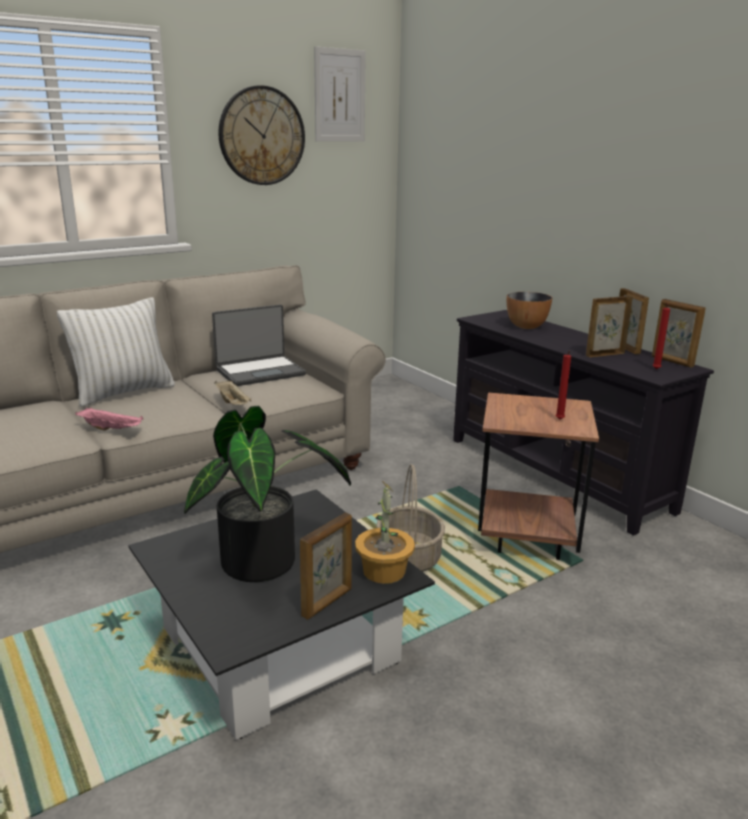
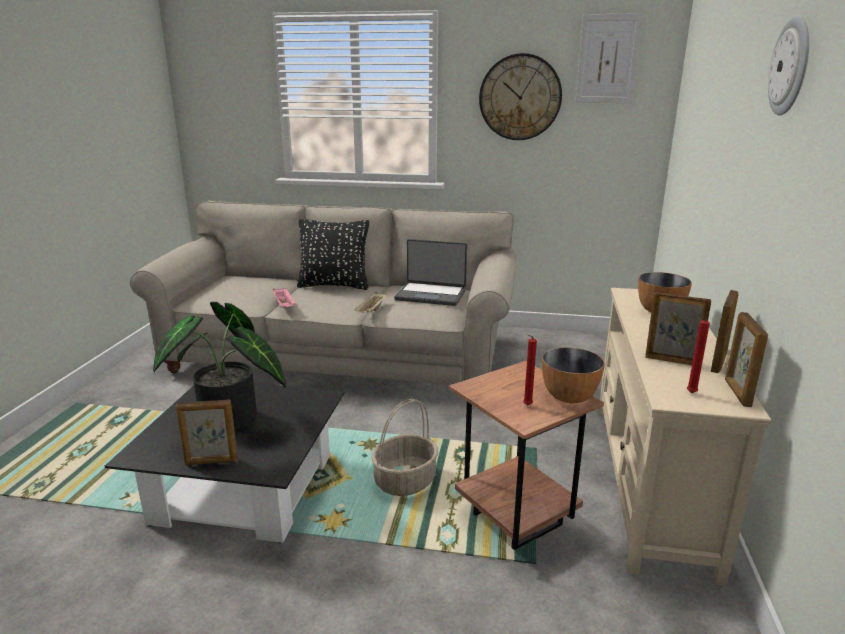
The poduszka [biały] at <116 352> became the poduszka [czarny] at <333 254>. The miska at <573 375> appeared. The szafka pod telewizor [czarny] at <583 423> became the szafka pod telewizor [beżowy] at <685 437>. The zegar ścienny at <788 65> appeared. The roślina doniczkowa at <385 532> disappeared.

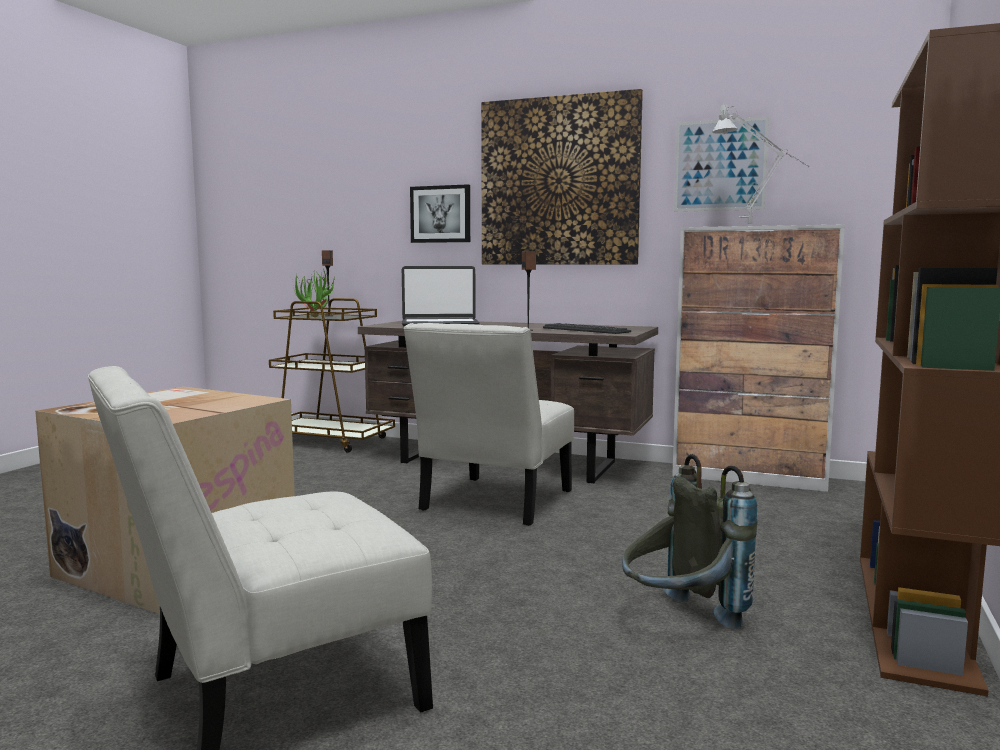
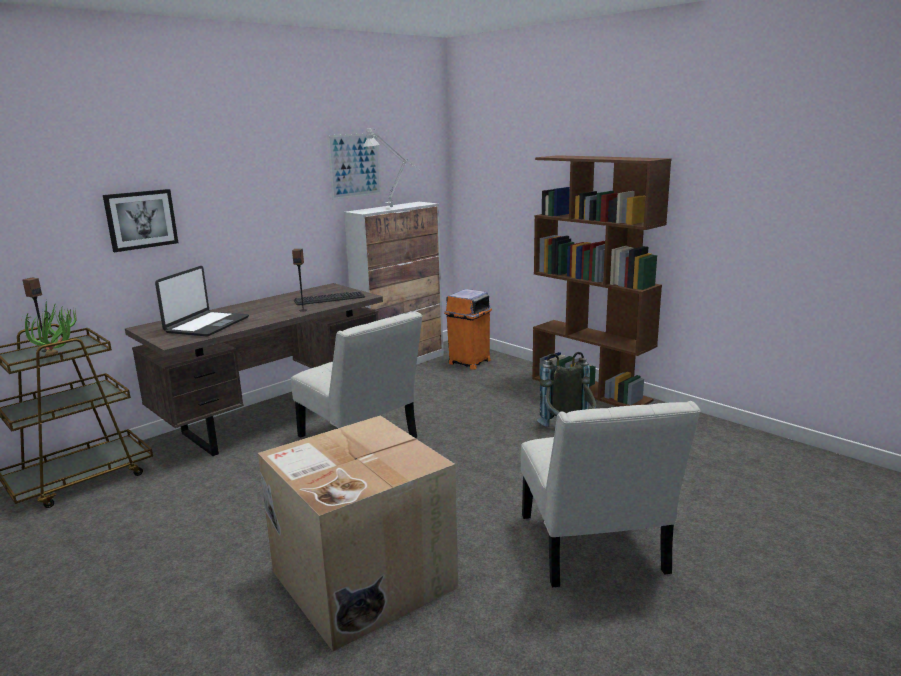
The kosz na śmieci [pomarańczowy] at <468 329> appeared. The obraz at <562 177> disappeared.

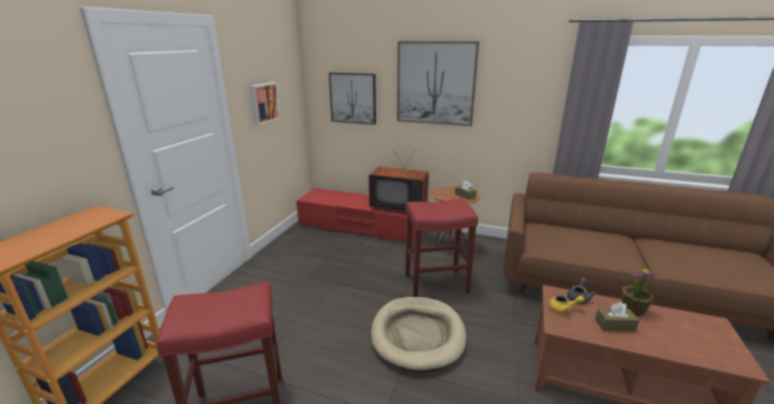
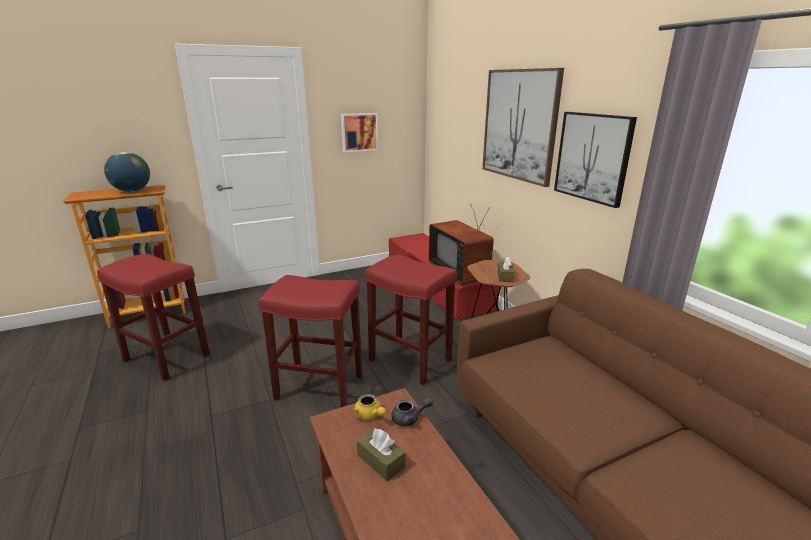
The globus at <127 172> appeared. The legowisko [beżowy] at <418 334> was replaced by the stołek [czerwony] at <310 341>. The obraz moved from <352 99> to <595 160>. The roślina doniczkowa at <640 292> disappeared.

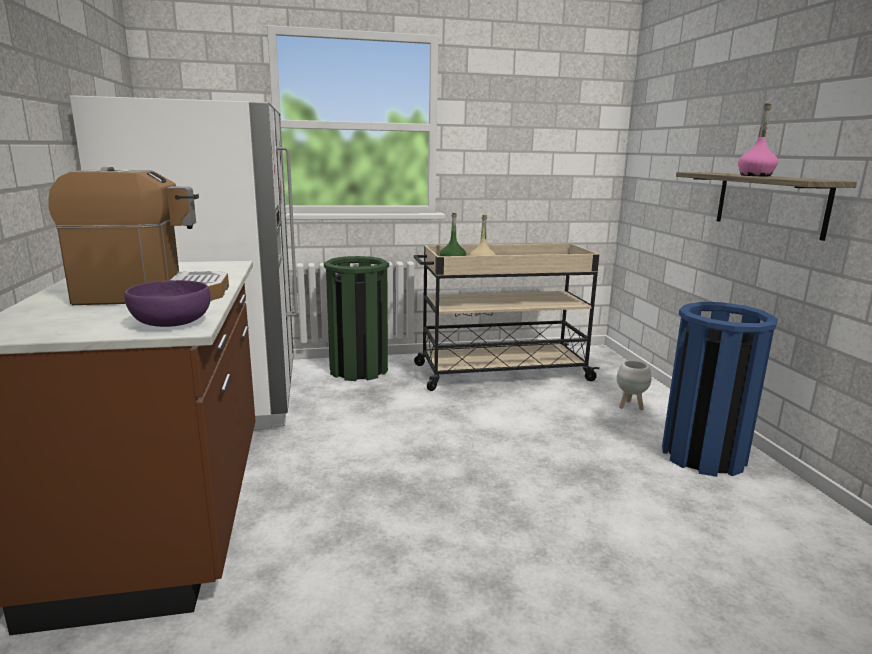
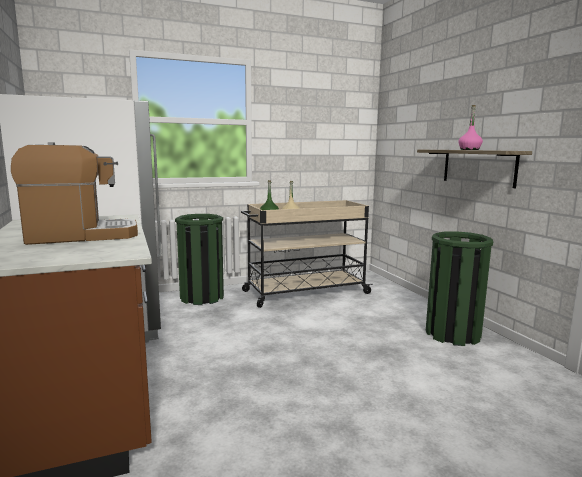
The kosz na śmieci [niebieski] at <720 389> became the kosz na śmieci [zielony] at <459 288>. The miska [fioletowy] at <167 303> disappeared. The donica [biały] at <634 385> disappeared.

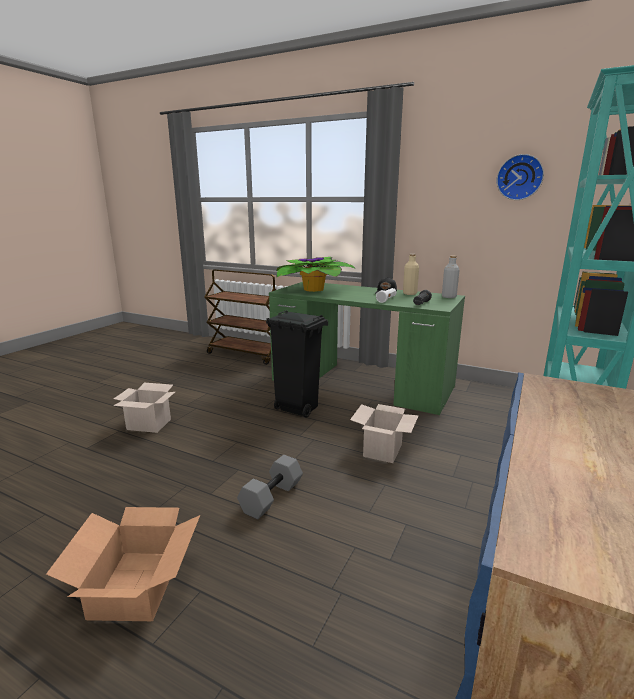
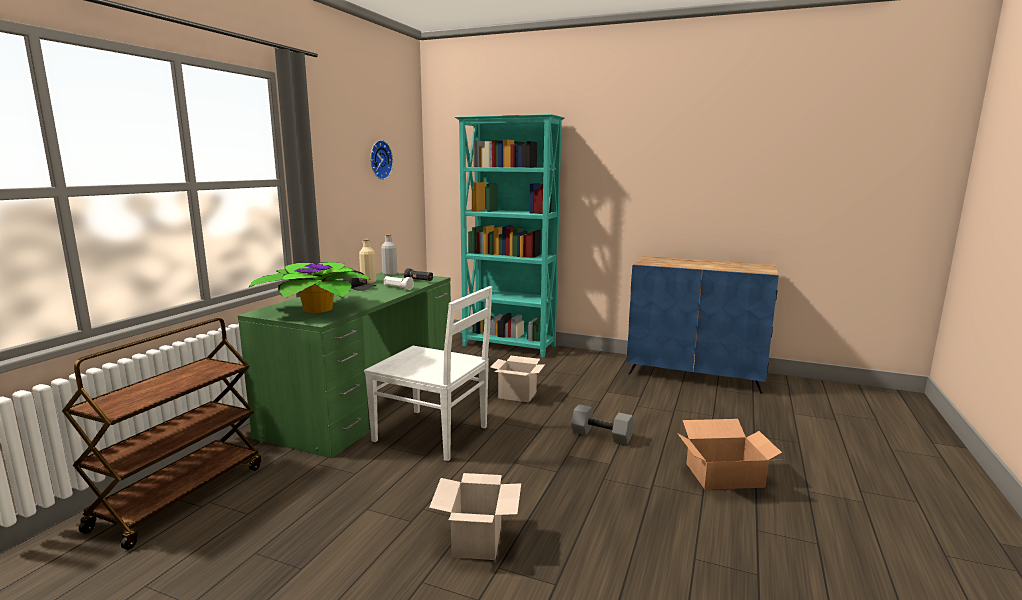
The kosz na śmieci [czarny] at <297 364> was replaced by the krzesło [biały] at <428 373>.

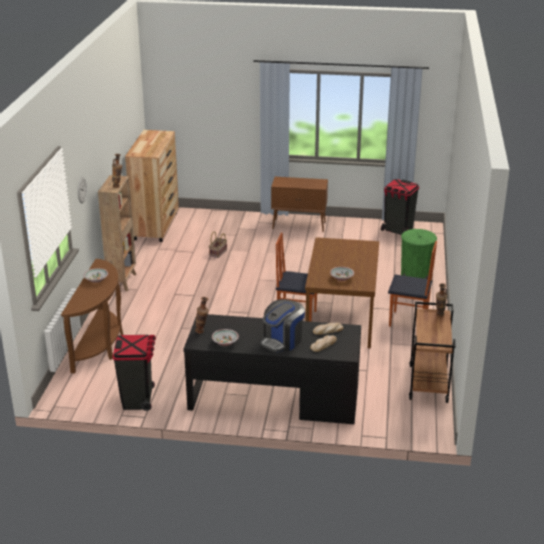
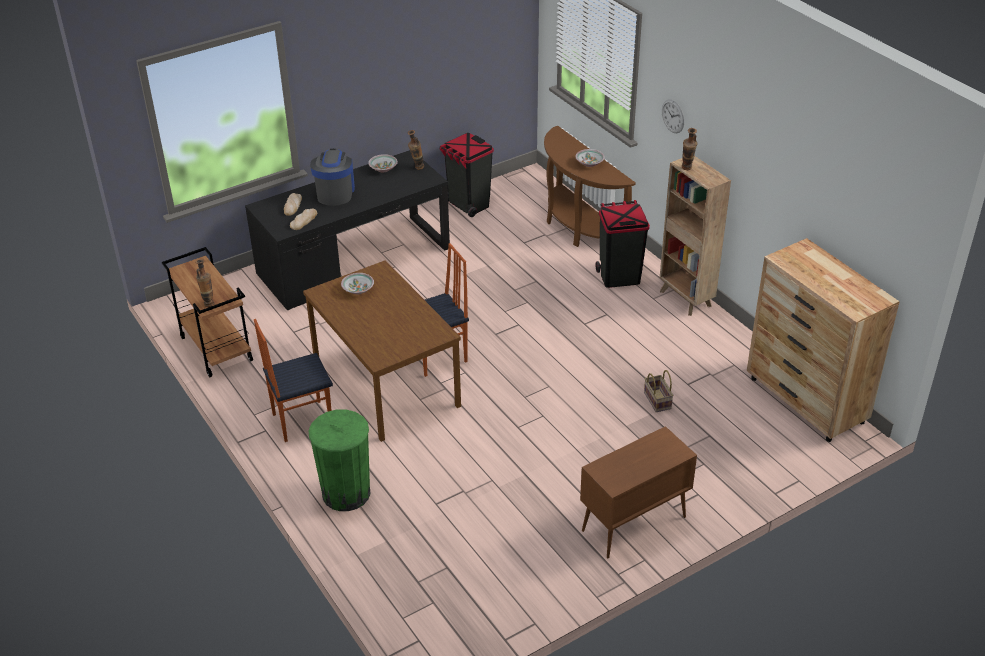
The kosz na śmieci [czarny] moved from <400 207> to <623 244>.

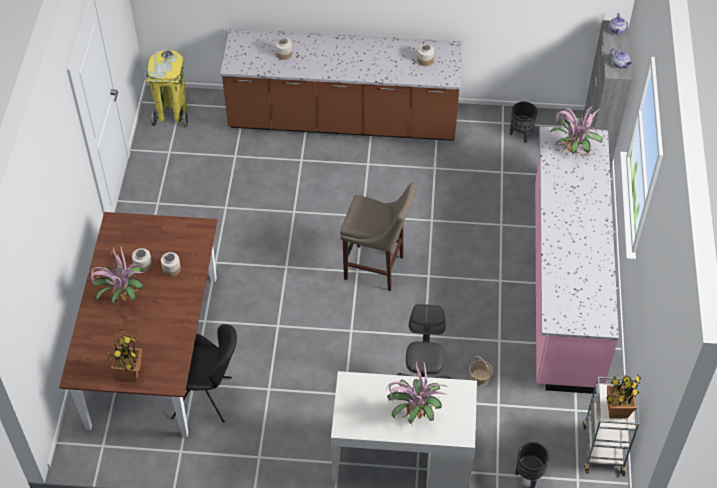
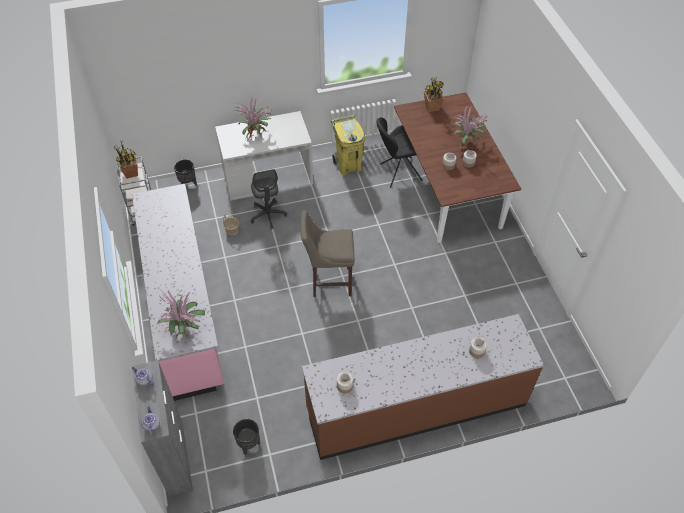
The kosz na śmieci [żółty] moved from <166 89> to <348 145>.

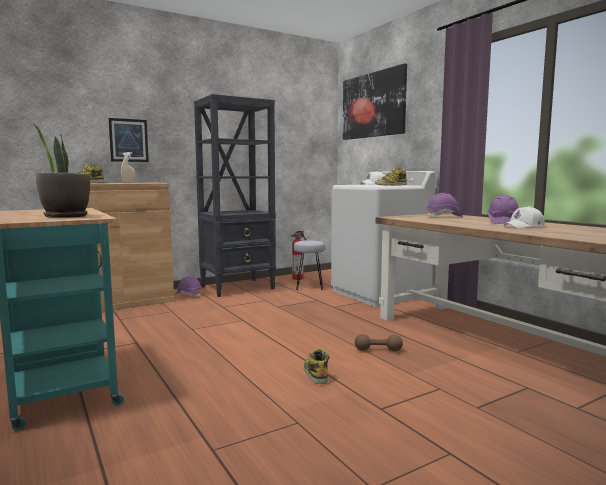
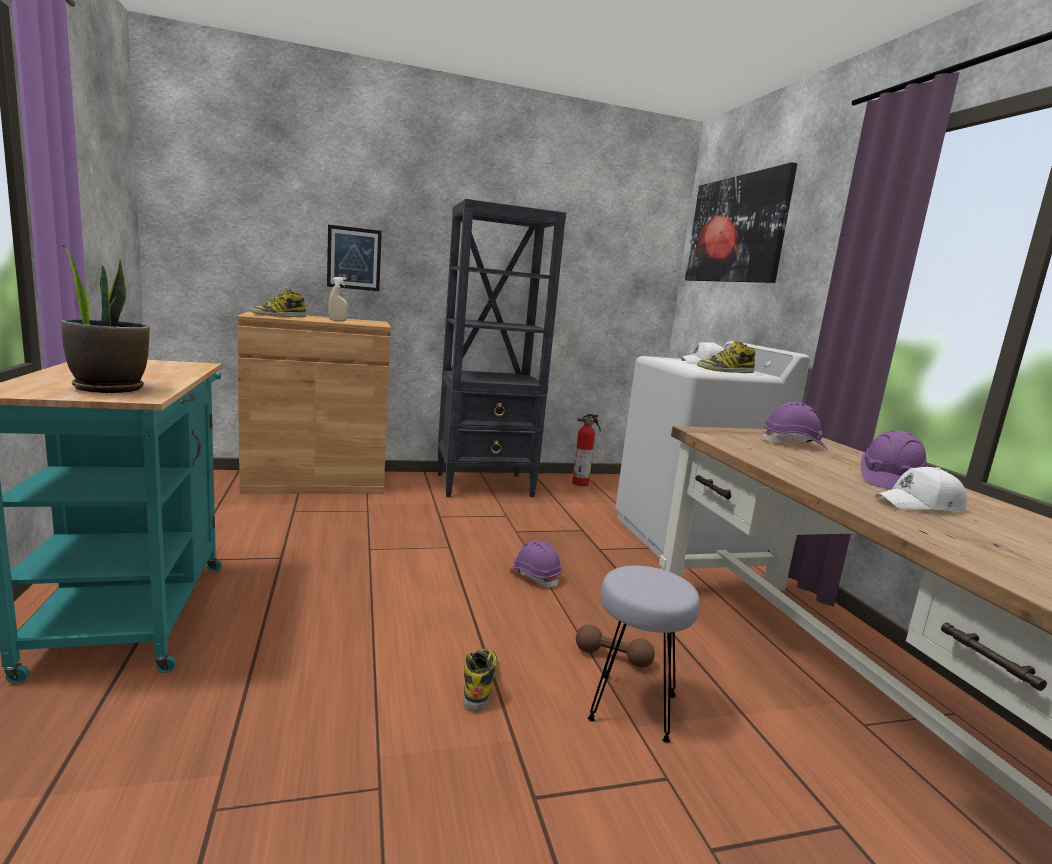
The kask [fioletowy] moved from <188 286> to <535 564>. The stołek [szary] moved from <309 265> to <644 654>.

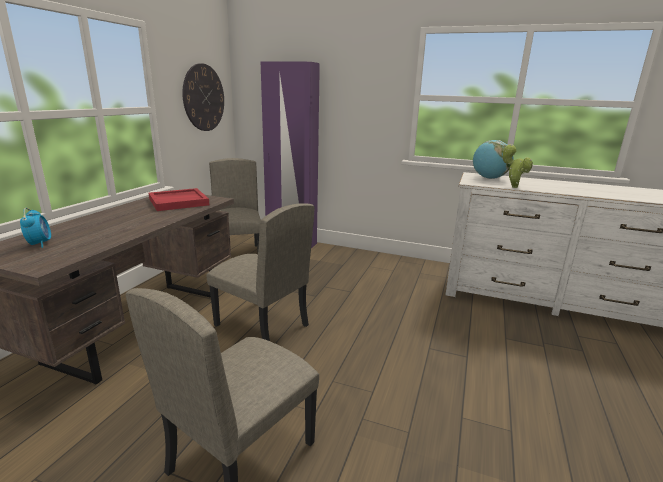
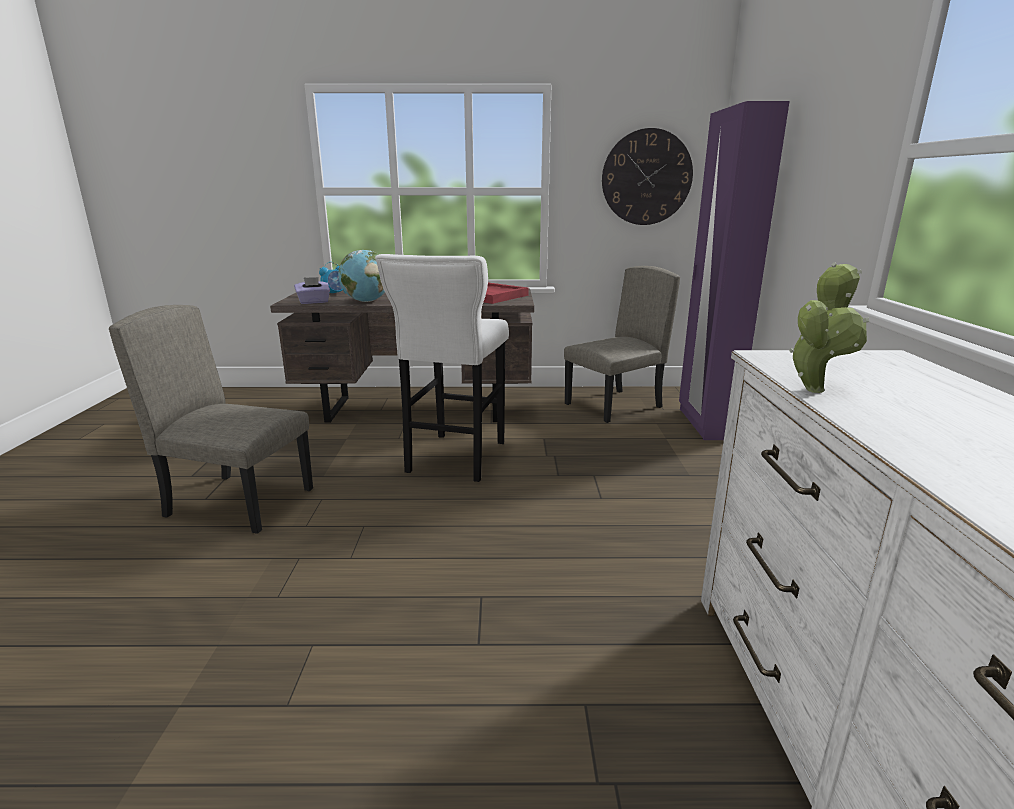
The pudełko chusteczek [fioletowy] at <312 290> appeared. The globus moved from <493 159> to <361 276>. The krzesło [beżowy] at <260 272> was replaced by the stołek [biały] at <442 368>.

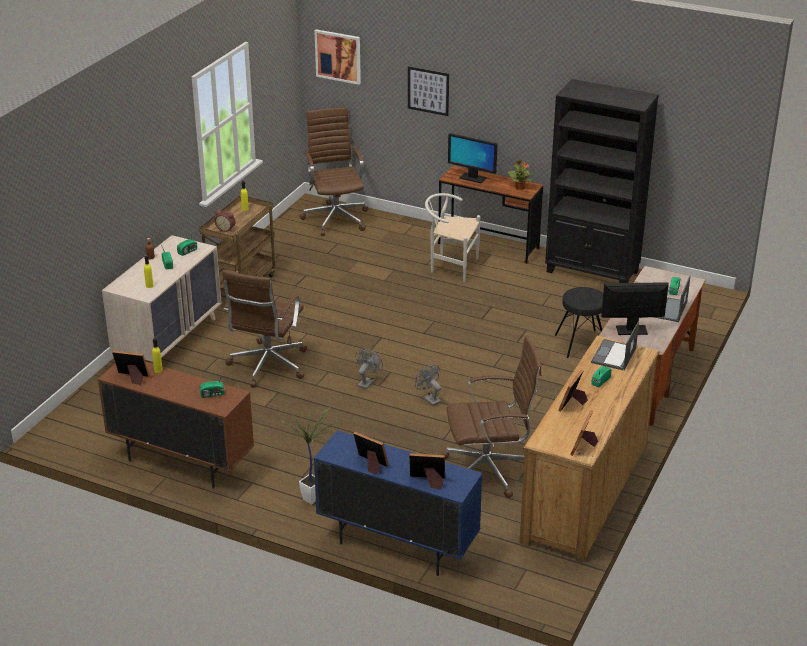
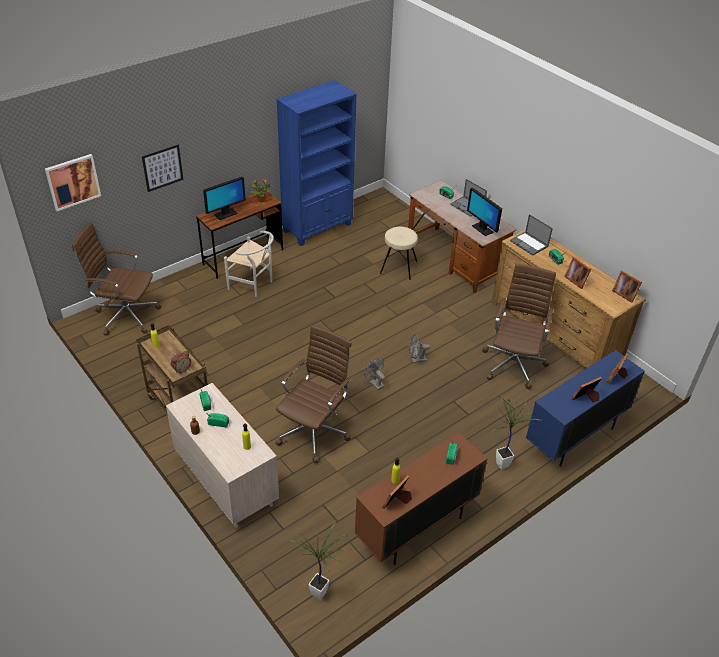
The krzesło [biały] at <452 237> turned 105 degrees counterclockwise. The krzesło biurowe [brązowy] at <265 328> turned 105 degrees counterclockwise. The regał [czarny] at <602 181> became the regał [niebieski] at <317 163>. The roślina doniczkowa at <319 560> appeared. The stołek [czarny] at <579 322> became the stołek [beżowy] at <398 253>. The monitor at <635 308> turned 60 degrees counterclockwise.

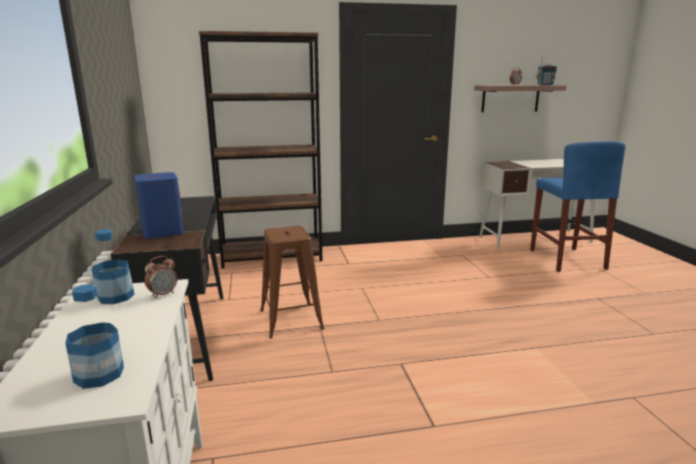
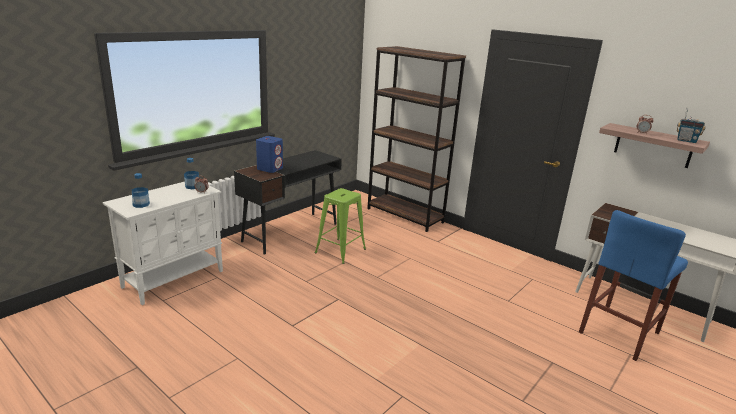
The stołek [brązowy] at <292 282> became the stołek [zielony] at <340 226>.

